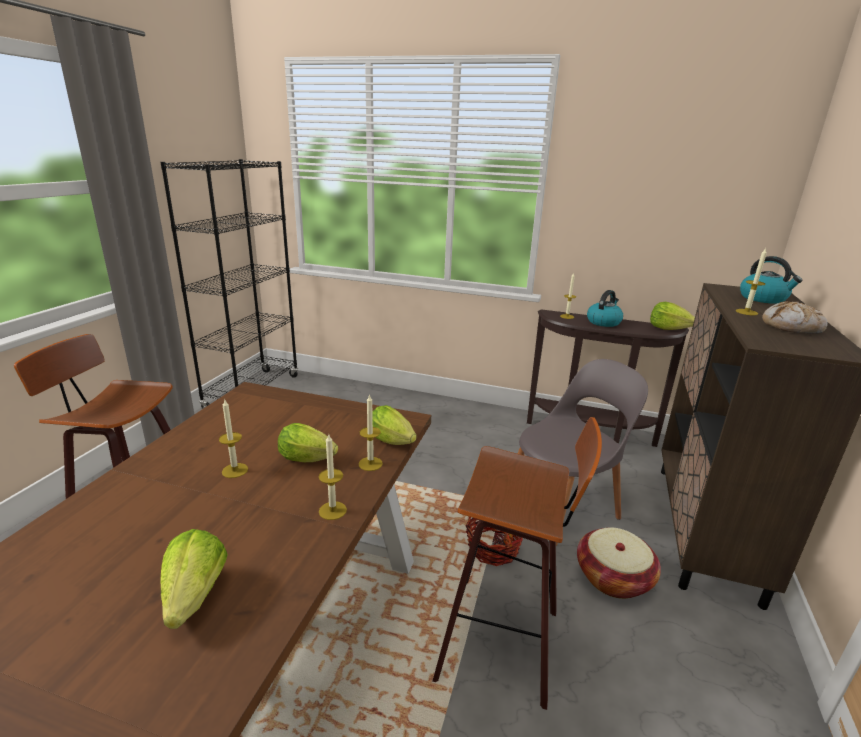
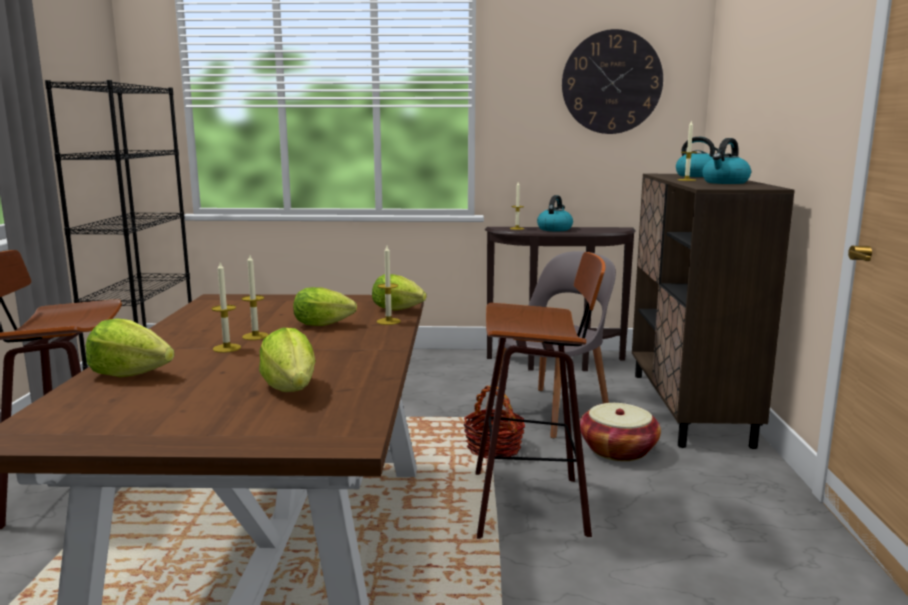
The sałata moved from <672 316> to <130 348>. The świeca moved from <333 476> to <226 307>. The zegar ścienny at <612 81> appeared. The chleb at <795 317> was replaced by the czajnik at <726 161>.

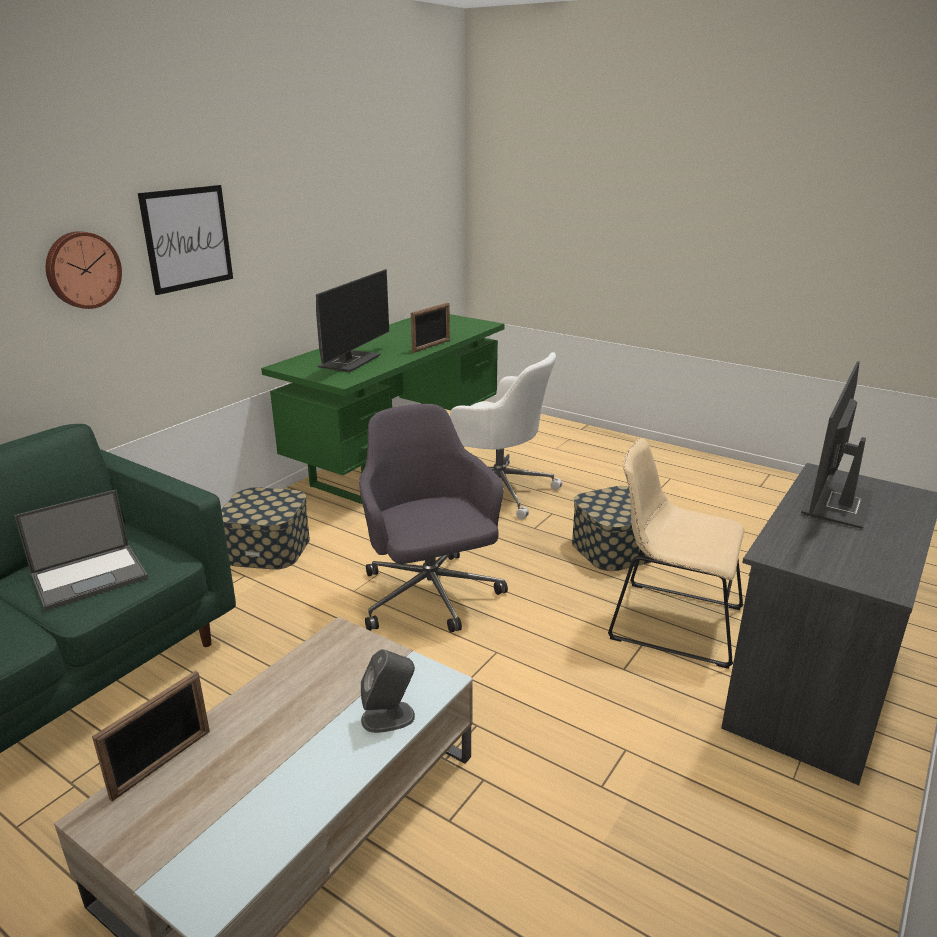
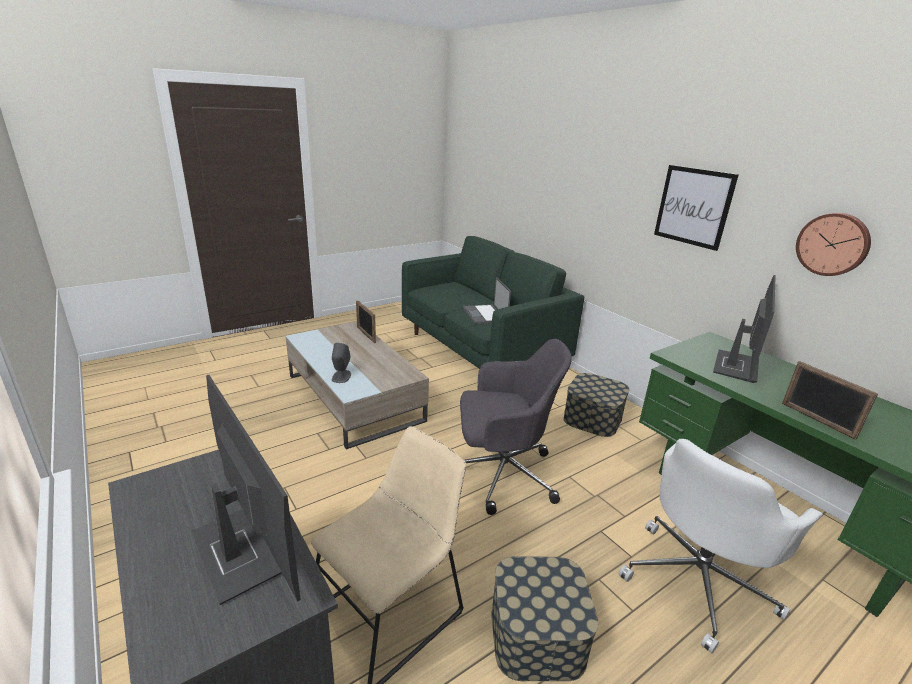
The monitor at <352 320> turned 105 degrees counterclockwise. The zegar ścienny moved from <84 270> to <833 244>.

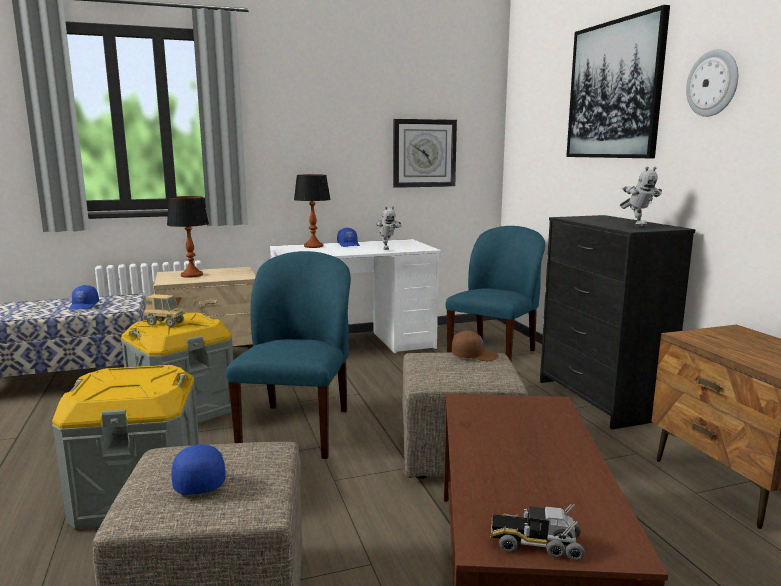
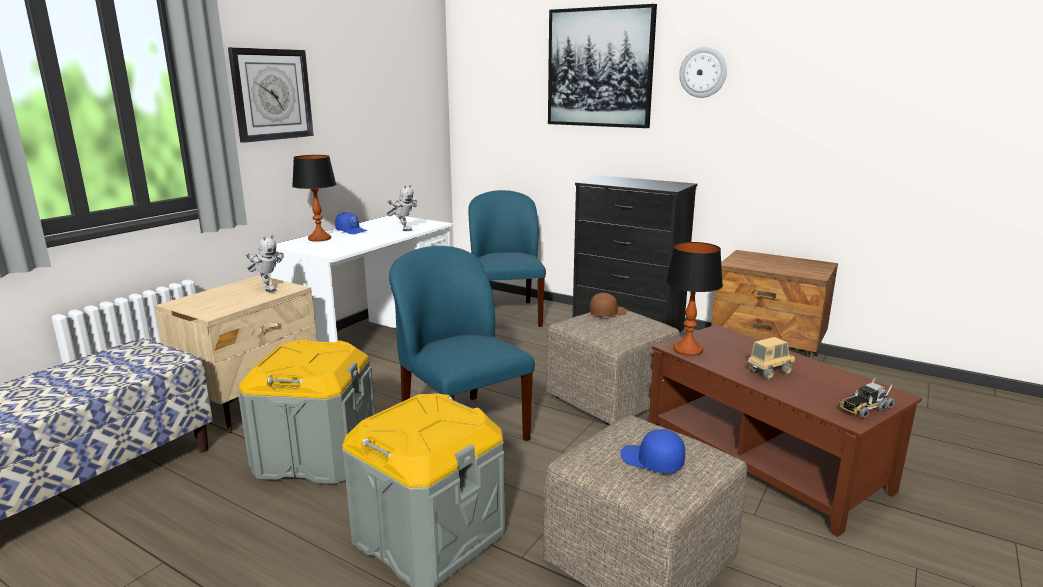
The zegar ścienny moved from <425 153> to <271 95>. The robot zabawkowy moved from <641 197> to <264 263>. The lampa stołowa moved from <188 237> to <694 299>. The ciężarówka zabawkowa moved from <164 310> to <771 358>. The czapka z daszkiem [niebieski] at <83 297> disappeared.

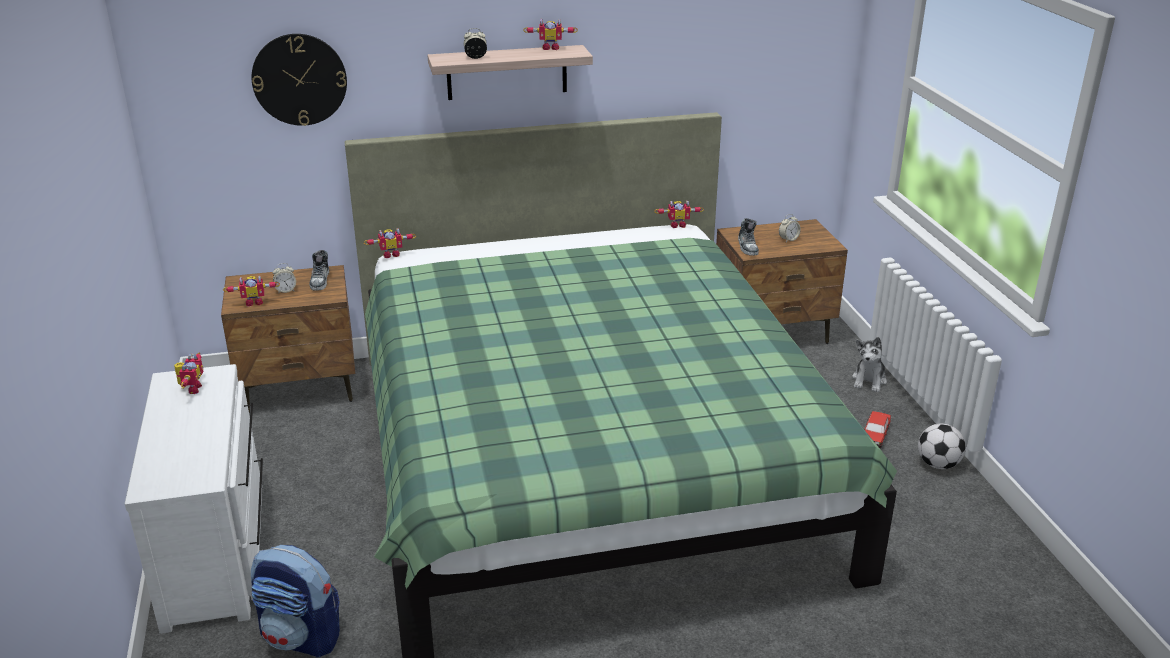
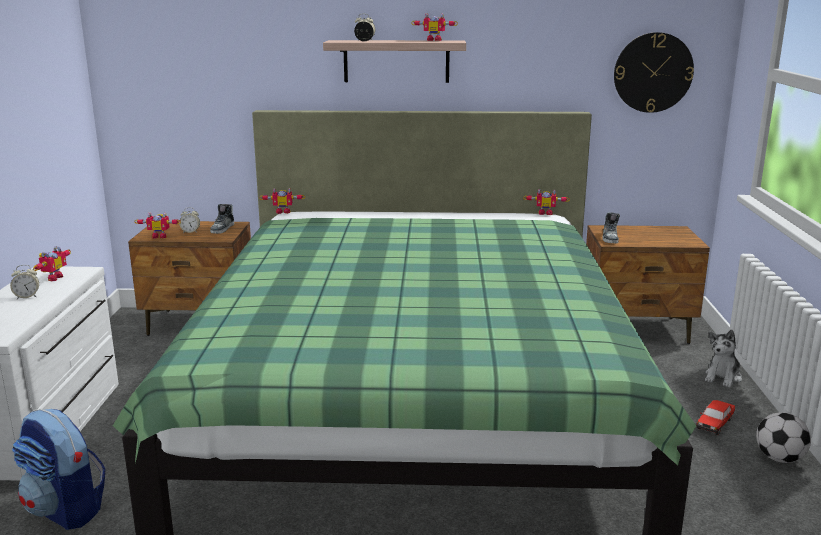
The budzik moved from <790 228> to <24 282>. The zegar ścienny moved from <299 80> to <654 72>.

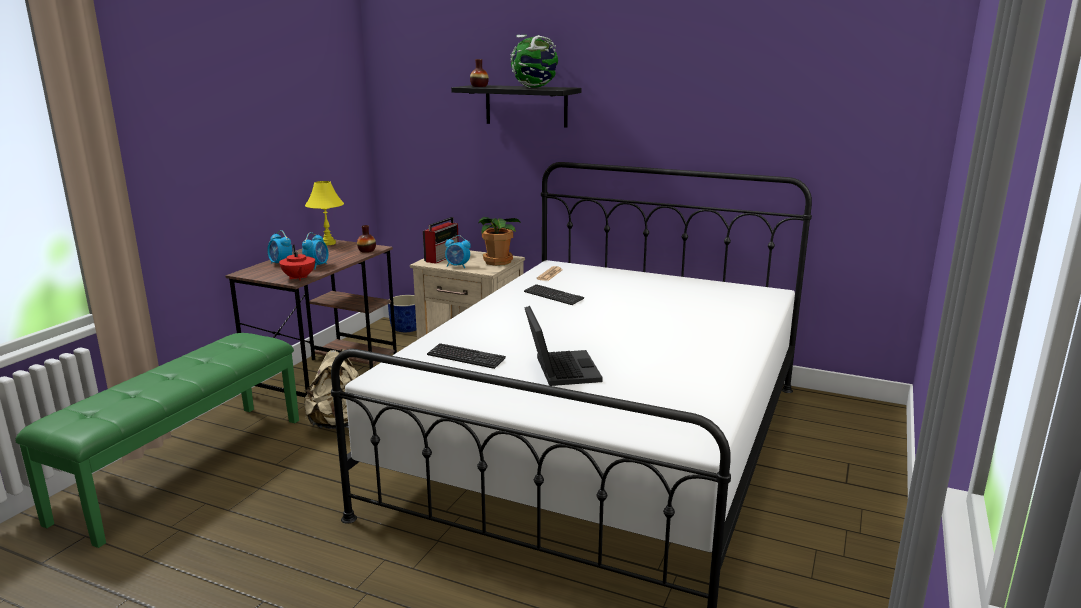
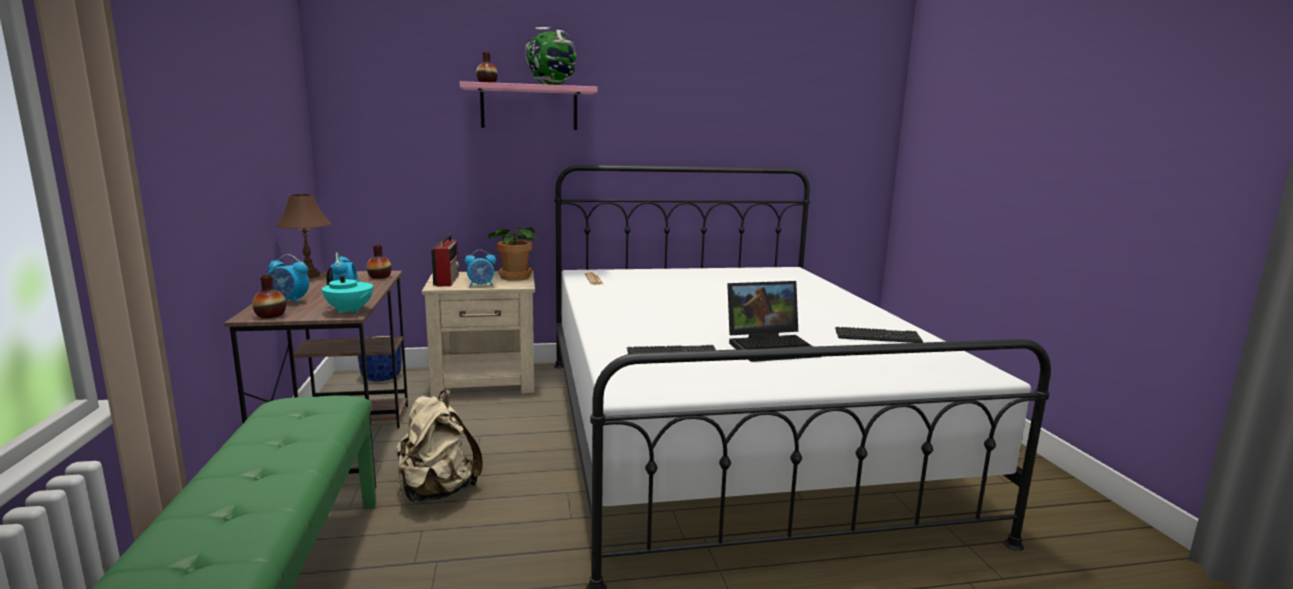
The wazon at <269 296> appeared. The lampa stołowa [żółty] at <324 213> became the lampa stołowa [brązowy] at <303 236>. The imbryk [czerwony] at <297 263> became the imbryk [turkusowy] at <347 290>. The półka [czarny] at <516 106> became the półka [różowy] at <529 105>. The laptop at <563 346> turned 120 degrees clockwise. The klawiatura moved from <554 294> to <879 335>.

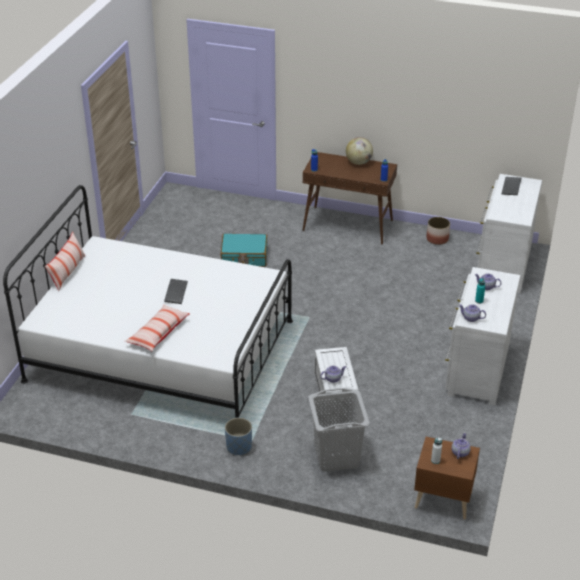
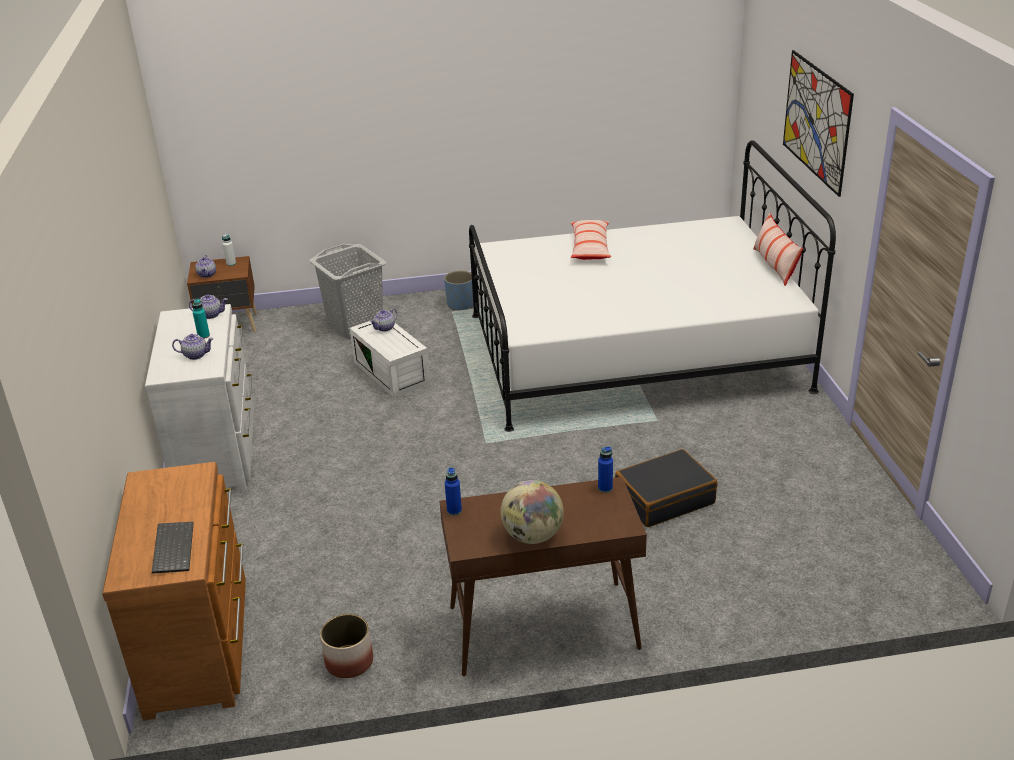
The komoda [biały] at <509 233> became the komoda [brązowy] at <174 591>. The walizka [turkusowy] at <243 250> became the walizka [czarny] at <666 488>. The obraz at <818 123> appeared. The klawiatura at <176 291> disappeared.

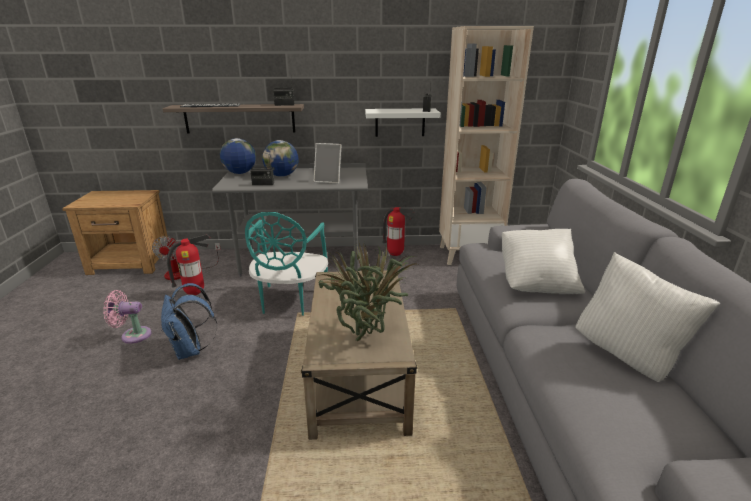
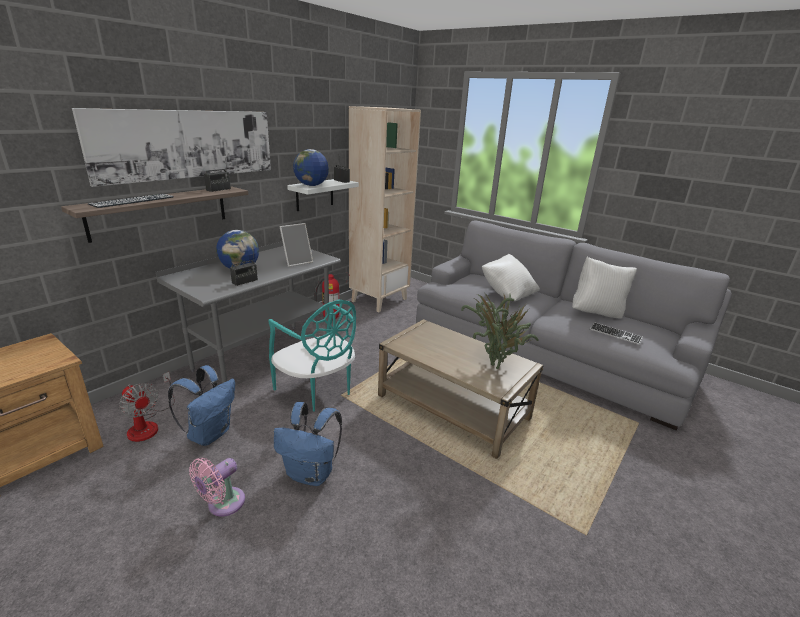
The obraz at <171 147> appeared. The gaśnica at <188 264> was replaced by the plecak [niebieski] at <201 405>. The globus moved from <238 156> to <311 167>. The klawiatura at <616 333> appeared.

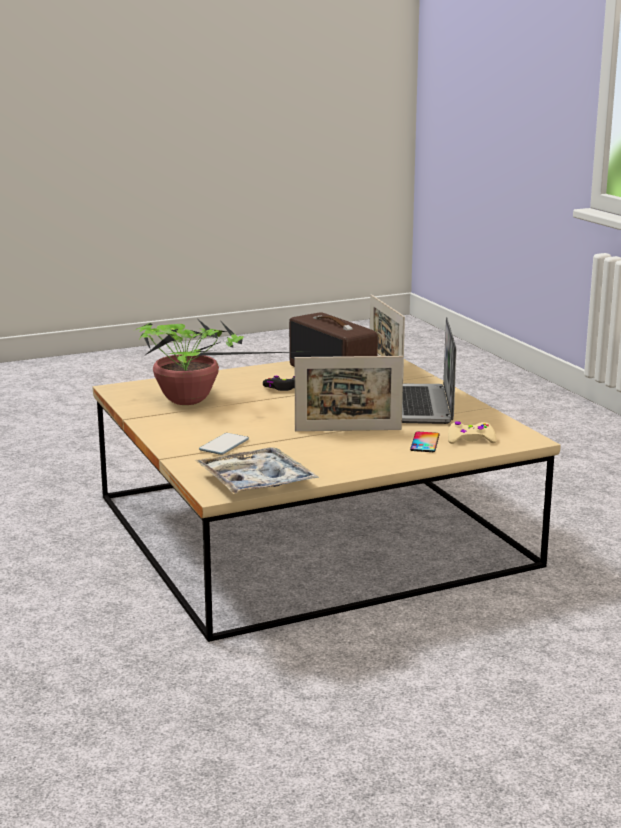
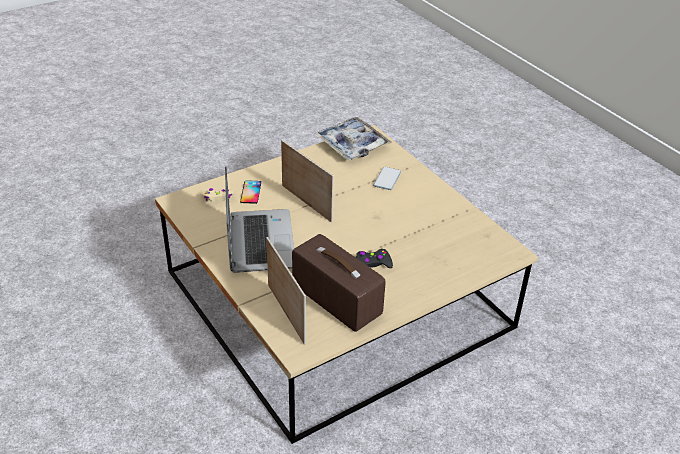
The ramka na zdjęcie at <349 393> turned 60 degrees clockwise. The roślina doniczkowa at <214 362> disappeared.

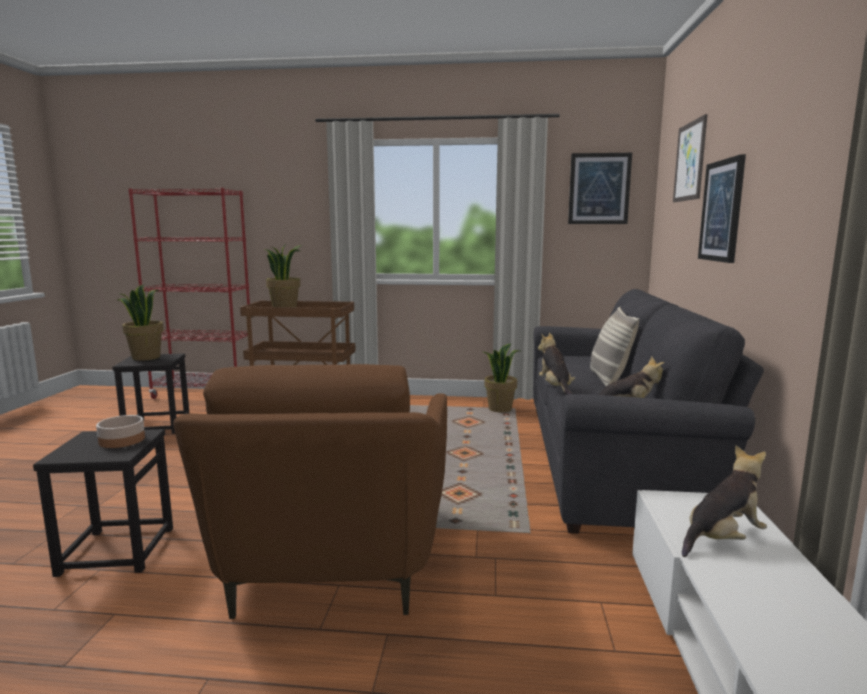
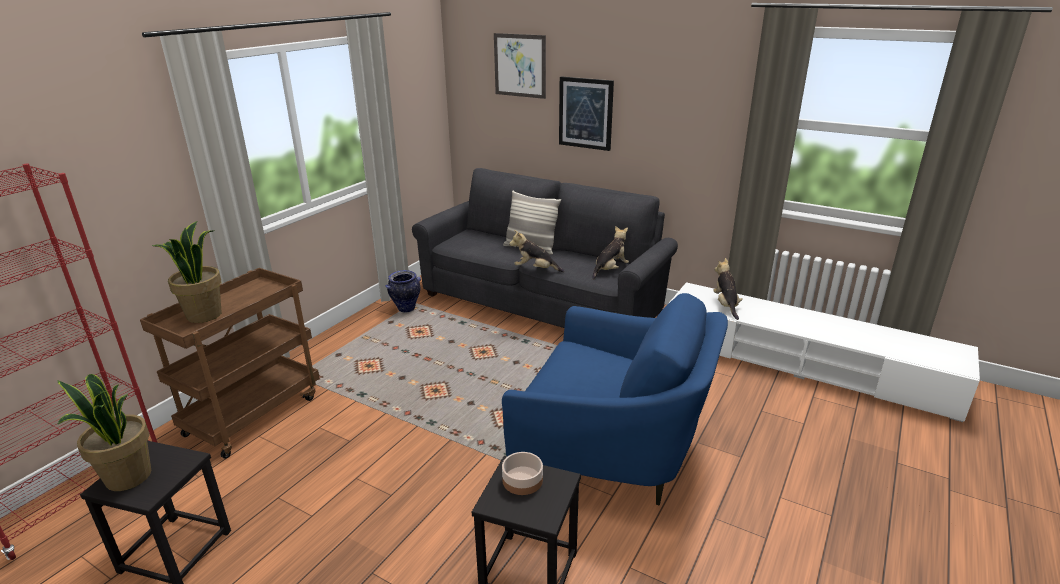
The roślina doniczkowa at <501 378> was replaced by the wazon at <403 291>. The fotel [brązowy] at <310 491> became the fotel [niebieski] at <615 399>. The obraz at <600 188> disappeared.

